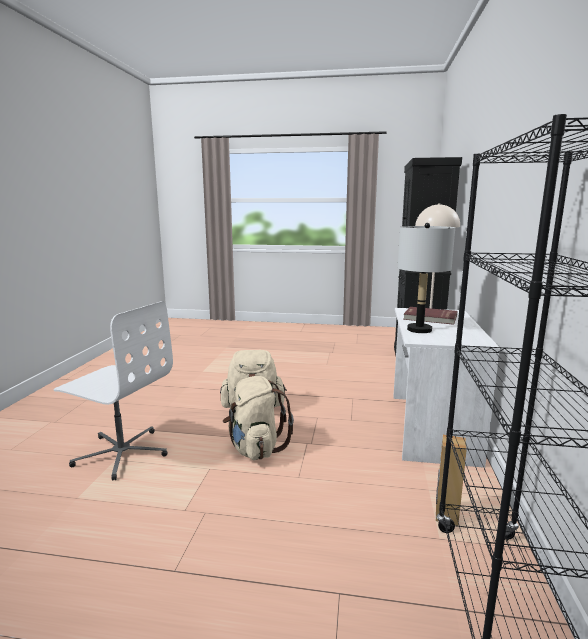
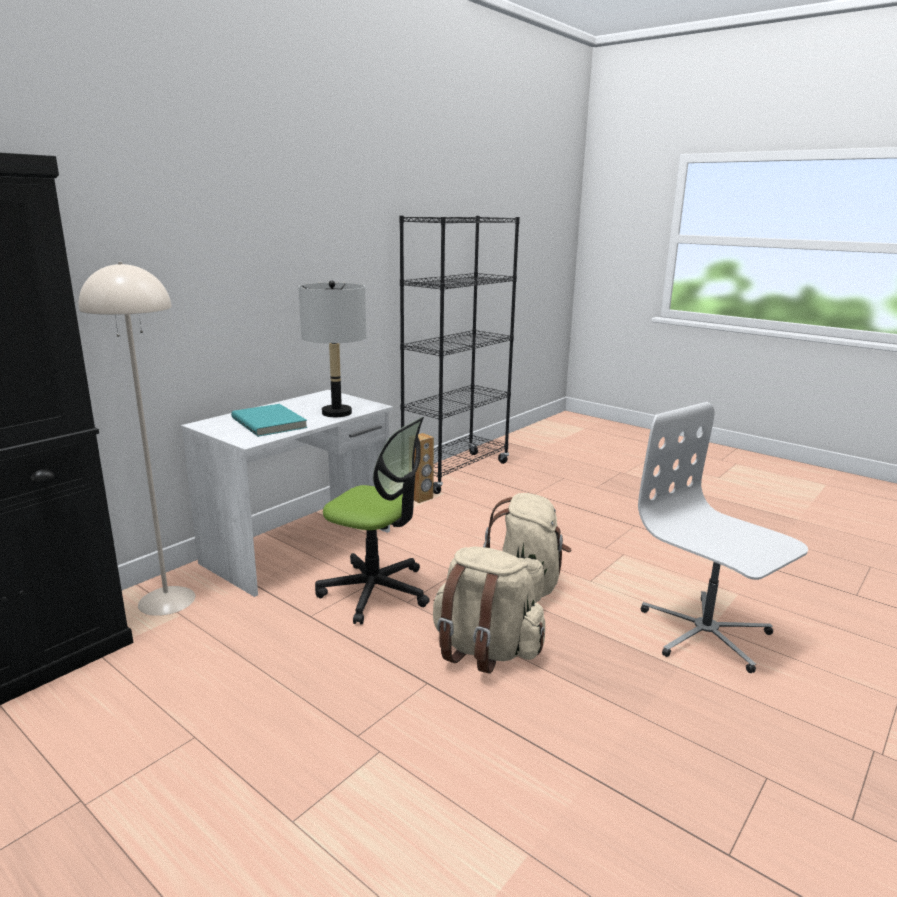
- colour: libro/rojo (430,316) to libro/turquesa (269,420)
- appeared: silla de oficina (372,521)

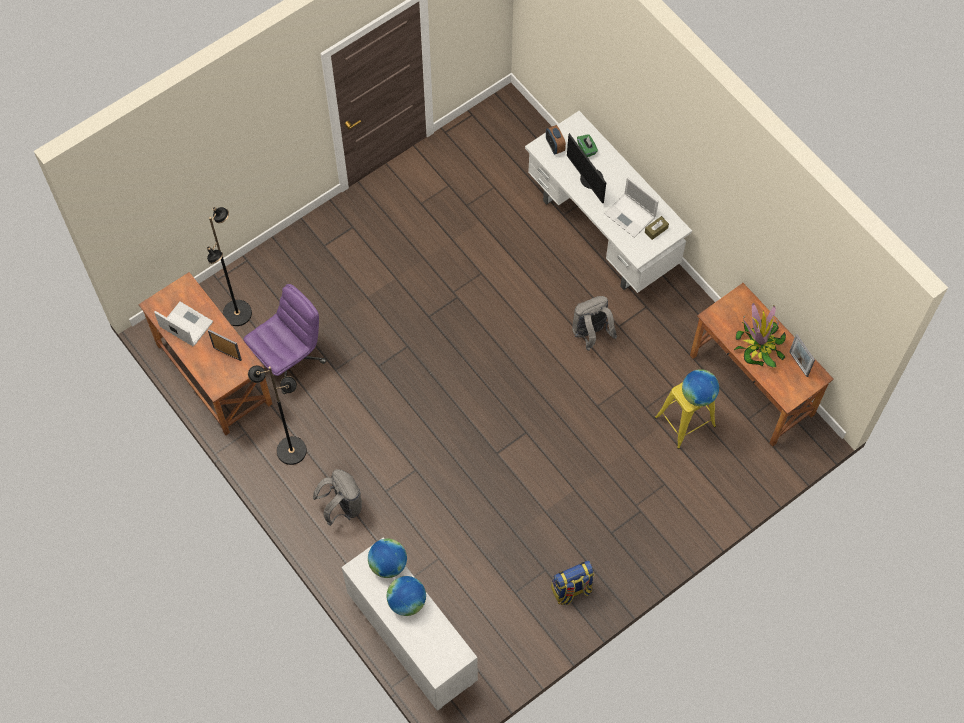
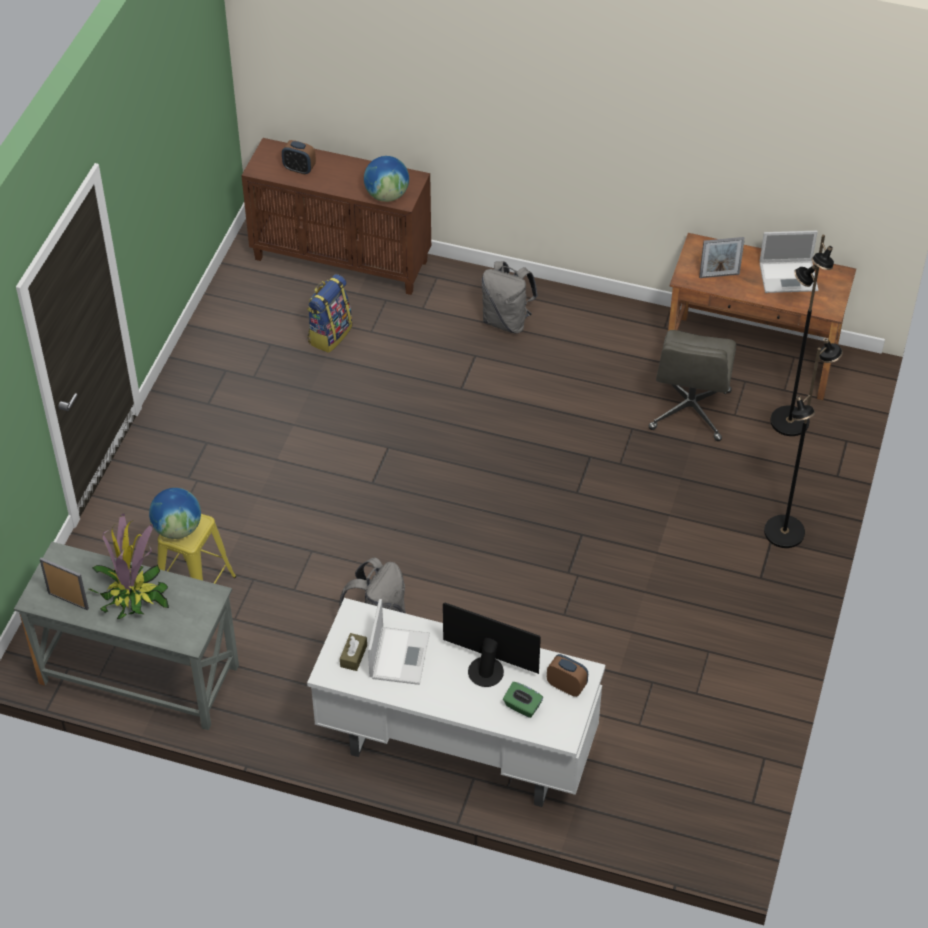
- spun: portátil (631,207) = (399,642) 90 degrees clockwise
- colour: escritorio/marrón (762,365) to escritorio/gris (126,636)
- colour: silla de oficina/morado (284,339) to silla de oficina/gris (692,385)
- relocated: lámpara de pie/negro (277,415) to (803,443)
- colour: armario/blanco (410,624) to armario/marrón (336,216)
- relocated: mochila (572,582) to (329,313)
- missing: globo terráqueo (406,596)
- appeared: despertador (299,157)

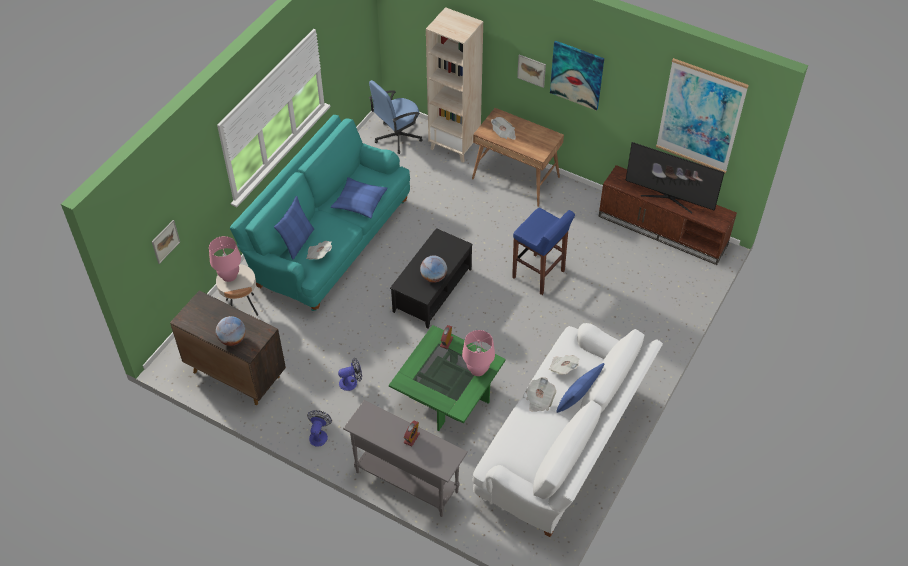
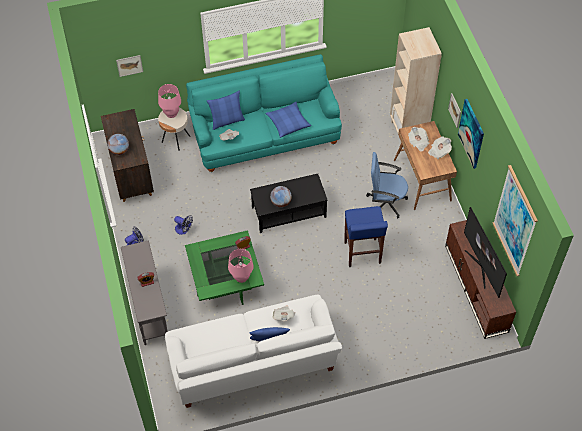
- relocated: silla de oficina/azul (396,117) to (387,185)
- relocated: periódico (541,394) to (440,147)

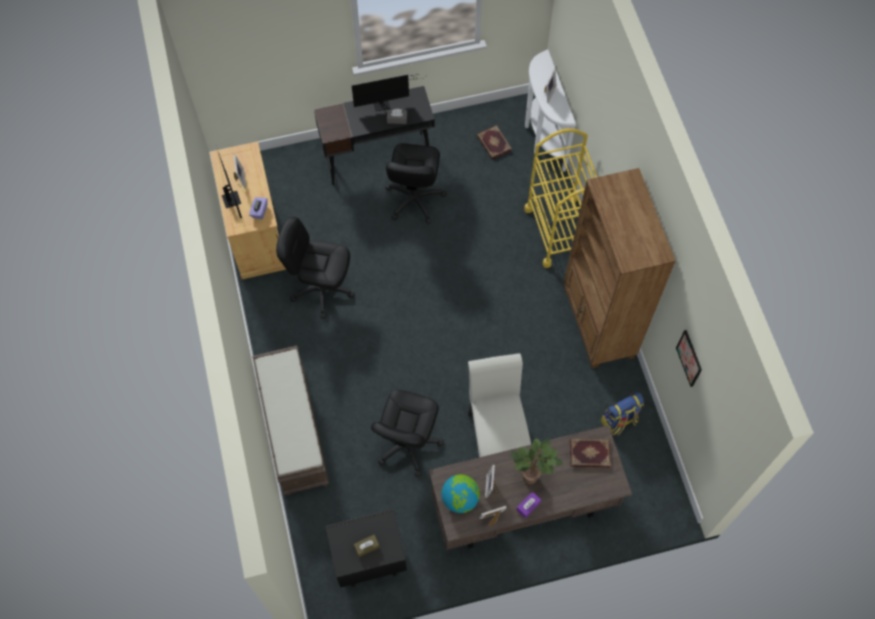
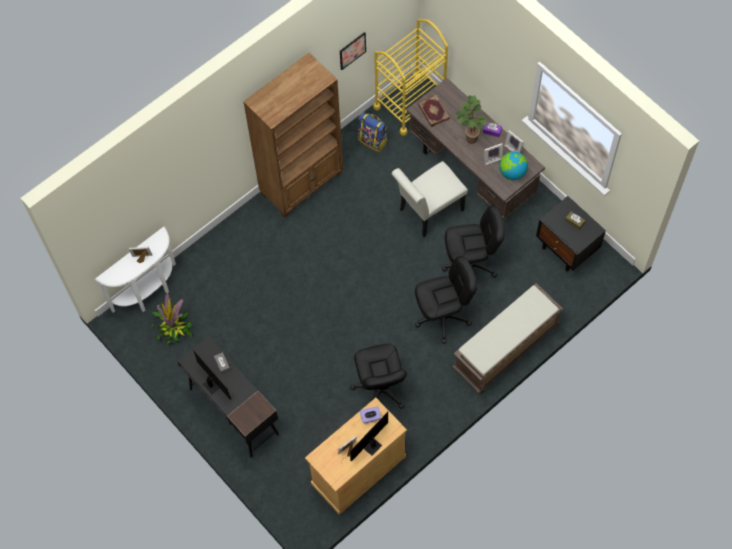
- exchanged: libro (494,142) to planta en maceta (171,319)
- relocated: carrito/amarillo (560,198) to (410,77)
- relocated: silla de oficina/negro (416,183) to (446,300)

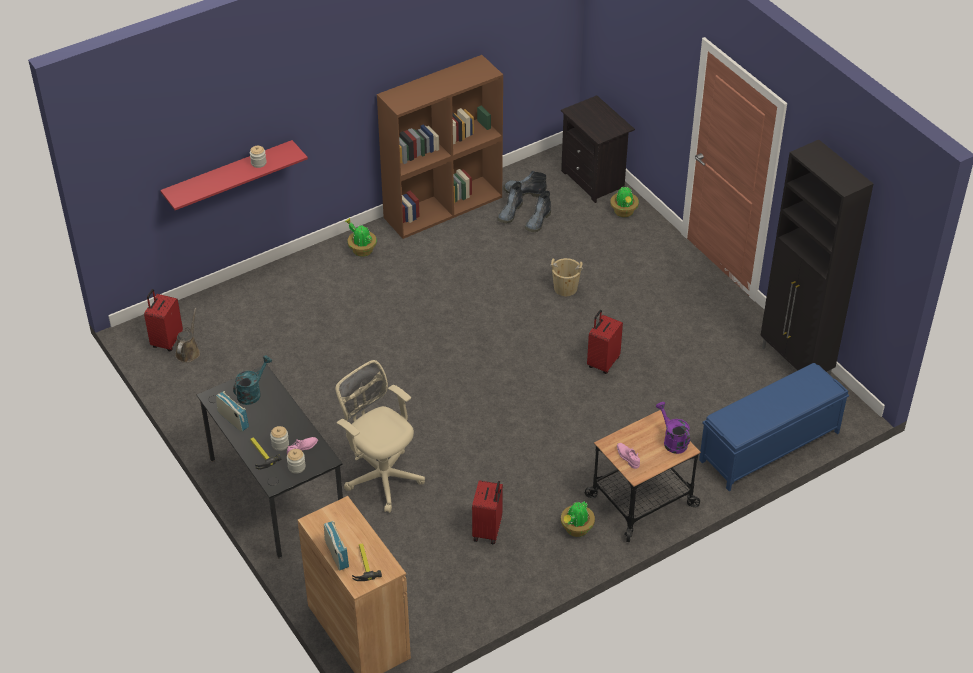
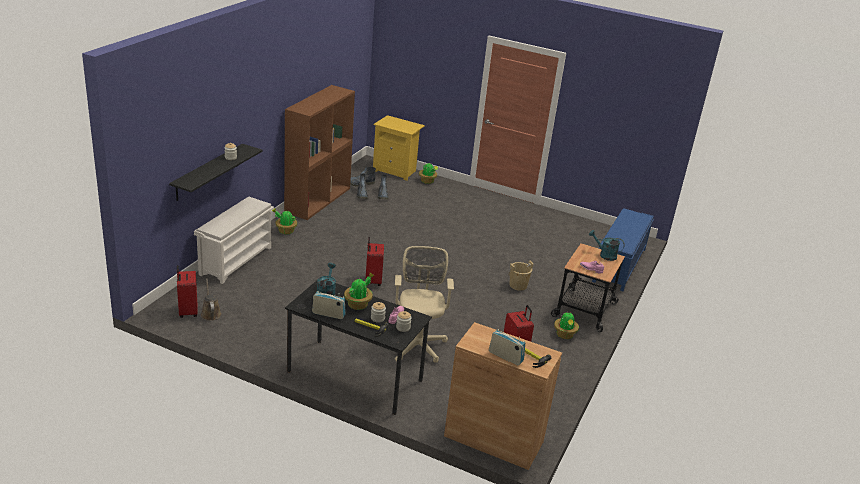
- colour: mesita de noche/negro (598,149) to mesita de noche/amarillo (399,148)
- colour: estante/rojo (234,175) to estante/negro (216,172)
- missing: armario/negro (816,257)
- relocated: cubo/beis (566,277) to (520,276)
- relocated: maleta/rojo (605,342) to (374,261)
- spun: silla de oficina/beis (380,436) = (424,304) 75 degrees clockwise
- colour: regadera/morado (673,428) to regadera/turquesa (607,245)
- appeared: zapatero/blanco (234,240)
- appeared: planta en maceta (359,291)

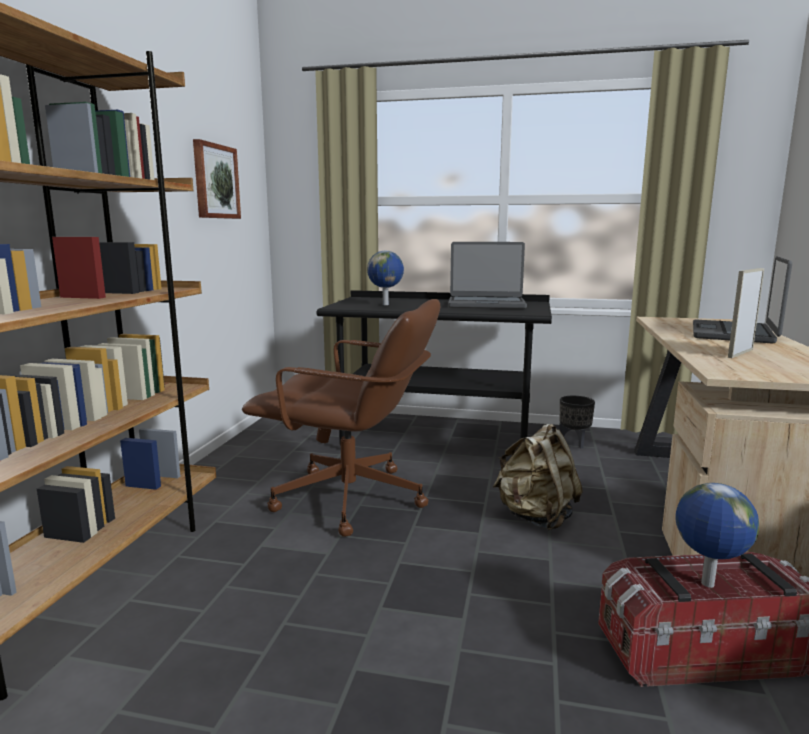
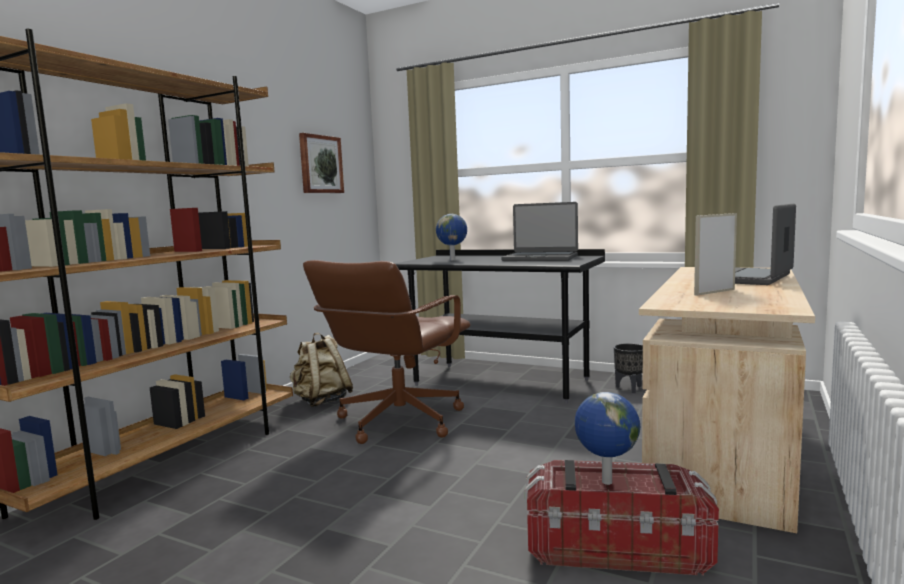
- spun: silla de oficina/marrón (341,418) = (387,352) 90 degrees clockwise
- relocated: mochila/beis (538,477) to (321,370)

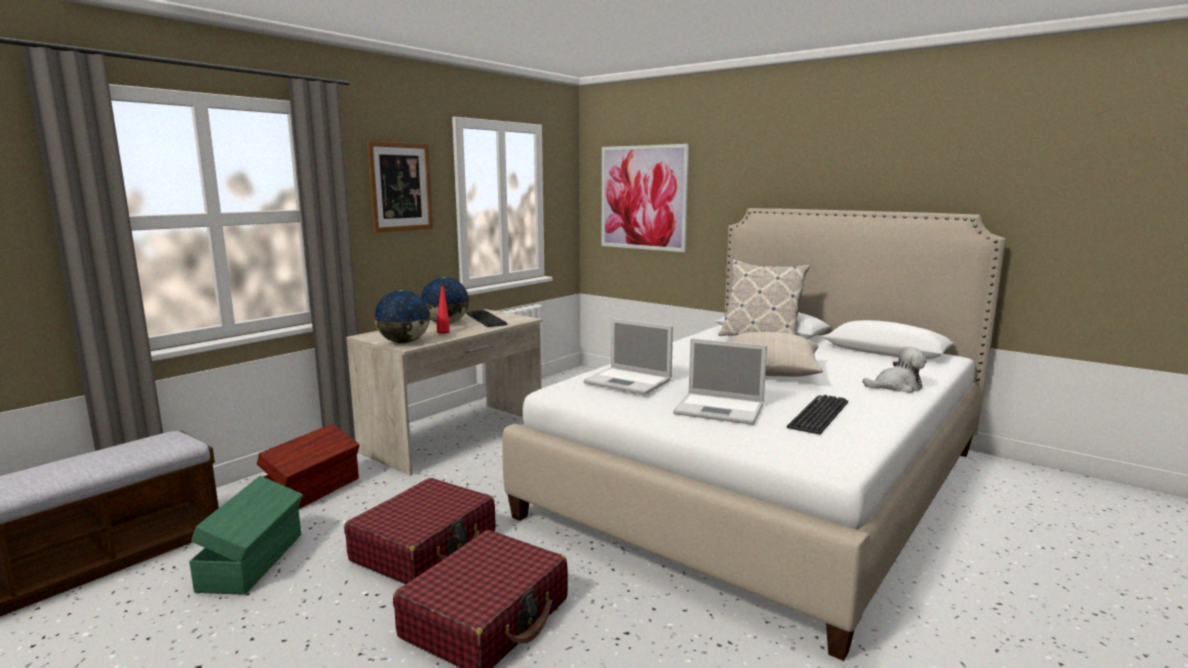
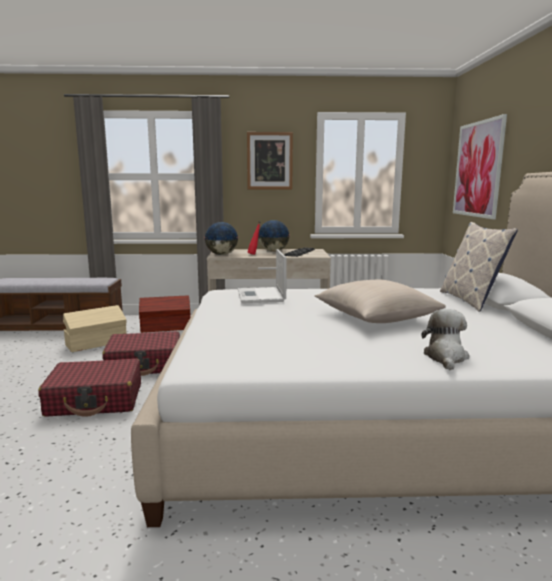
- missing: portátil (720,381)
- spun: peluche (895,370) = (445,339) 120 degrees counterclockwise
- missing: teclado (817,414)
- colour: caja de almacenaje/verde (246,535) to caja de almacenaje/beis (95,328)

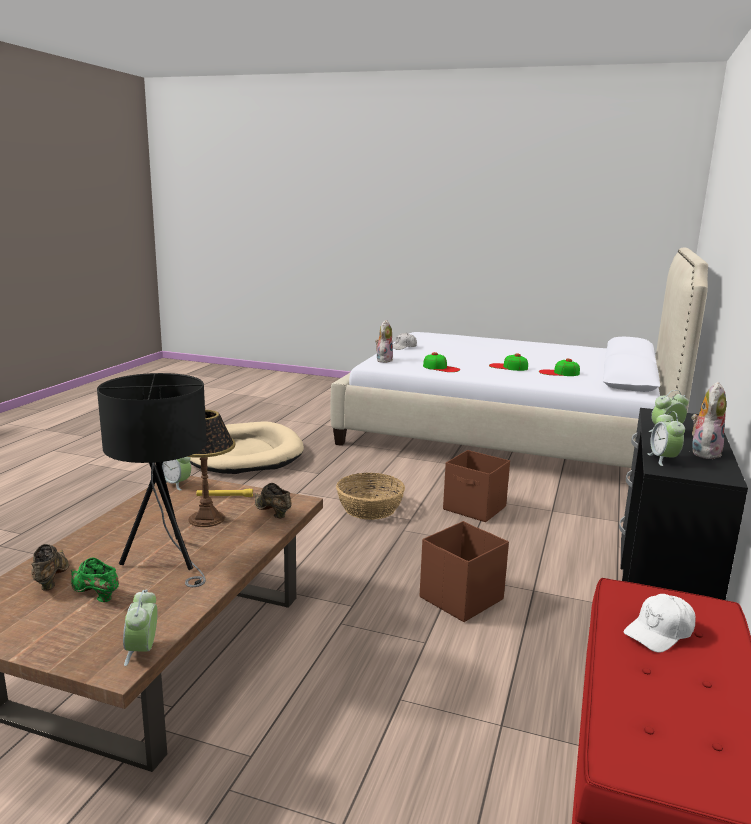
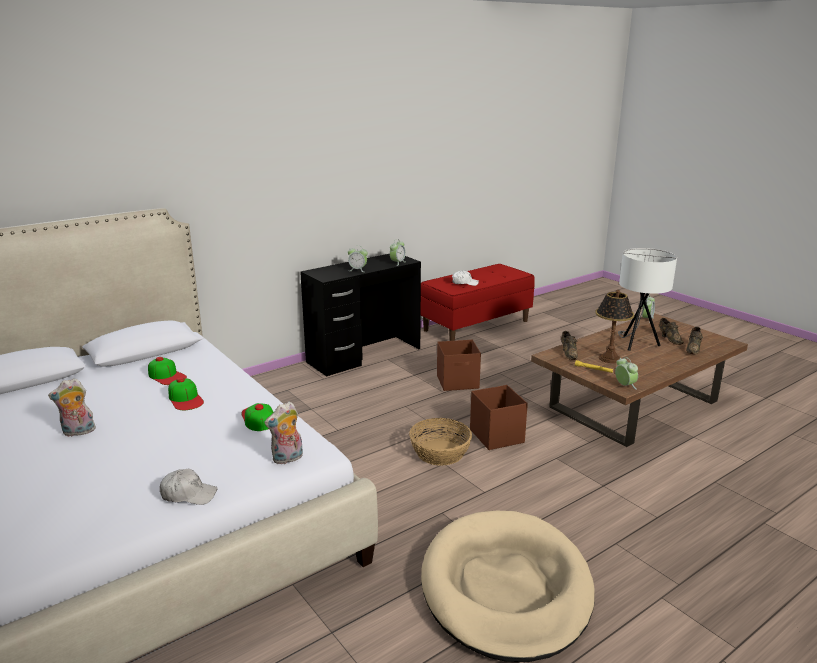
- colour: lámpara de mesa/negro (152,480) to lámpara de mesa/blanco (647,299)
- relocated: peluche (708,420) to (72,407)
- relocated: caja de almacenaje/marrón (476,486) to (499,417)
- colour: zapato/verde (95,580) to zapato/marrón (671,331)

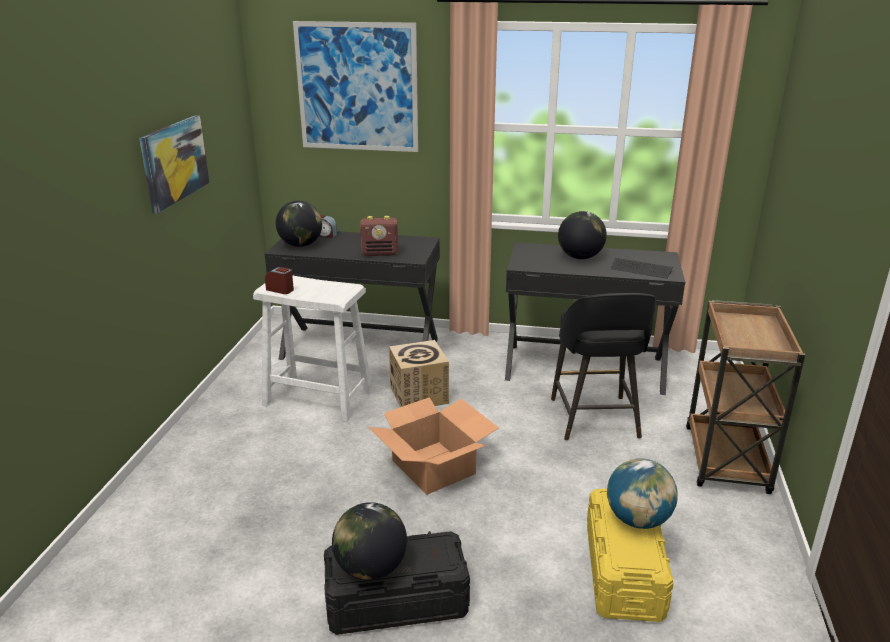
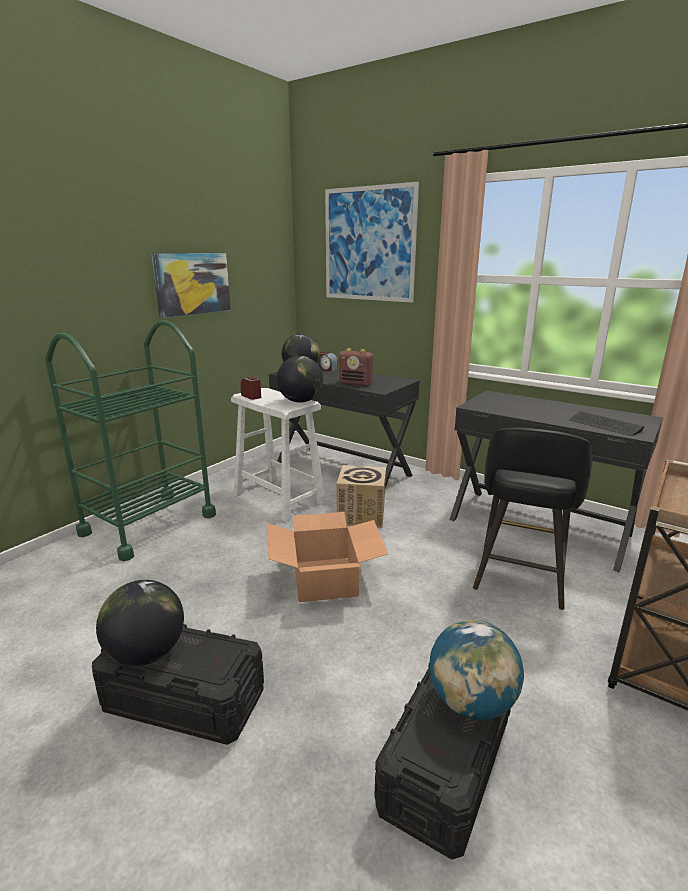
- relocated: globo terráqueo (582,235) to (300,379)
- colour: caja de almacenaje/amarillo (630,555) to caja de almacenaje/negro (442,761)
- appeared: carrito/verde (130,440)

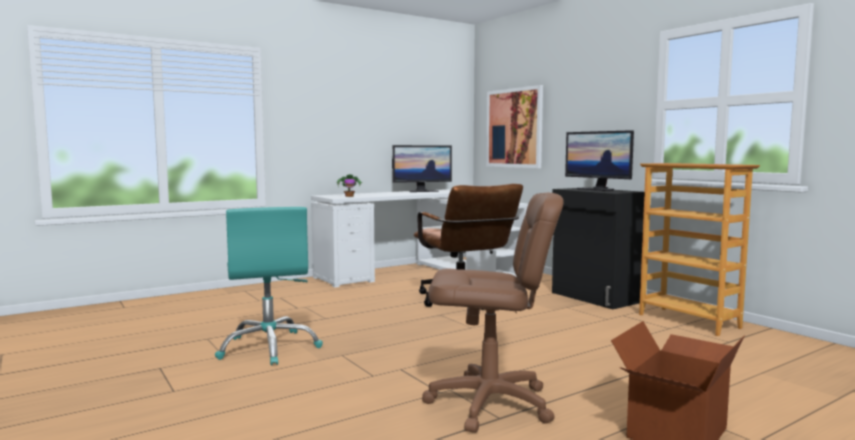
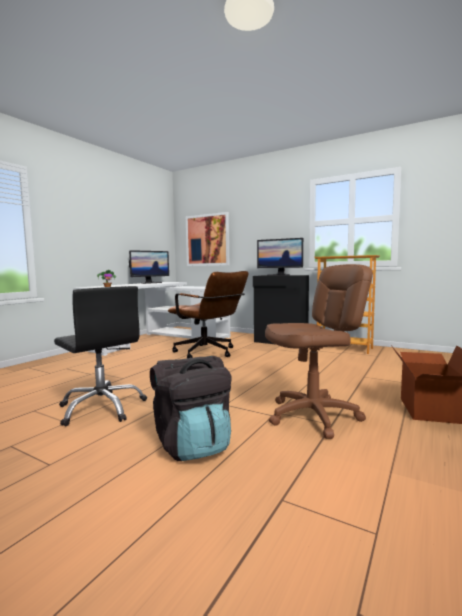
- colour: silla de oficina/turquesa (269,286) to silla de oficina/negro (100,356)
- appeared: mochila/negro (190,408)

